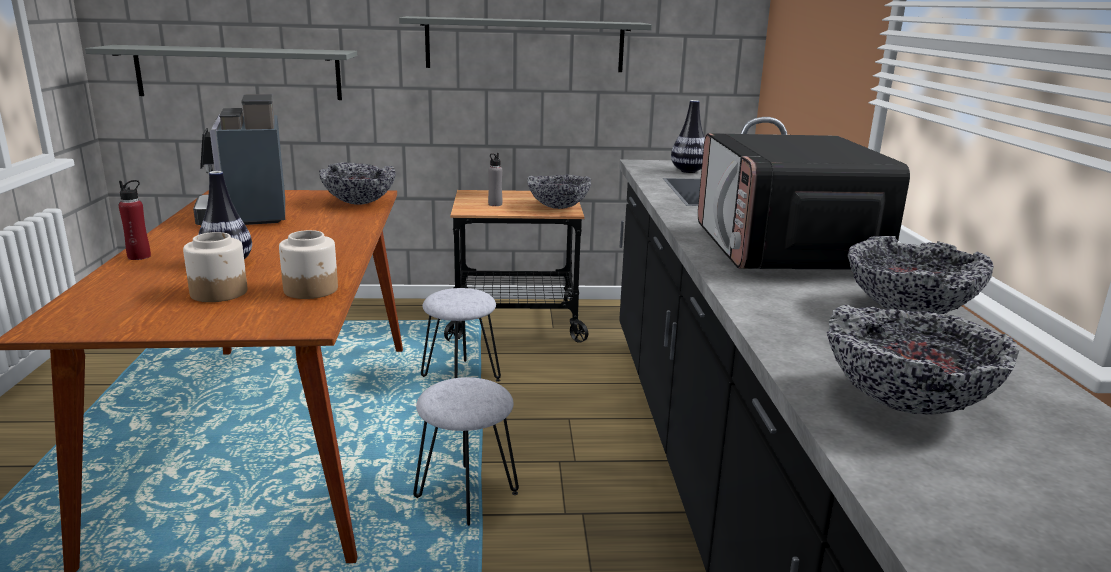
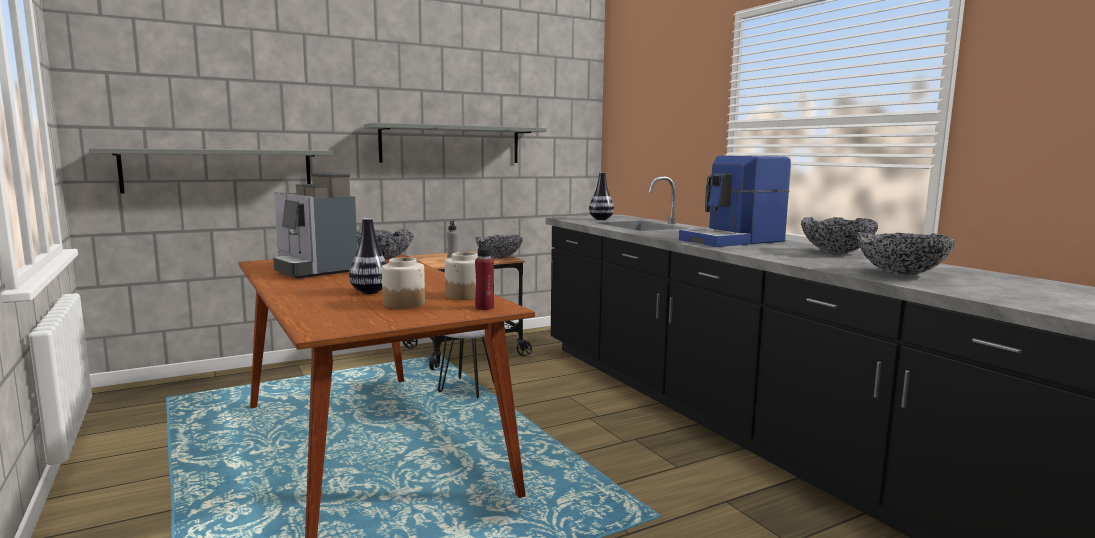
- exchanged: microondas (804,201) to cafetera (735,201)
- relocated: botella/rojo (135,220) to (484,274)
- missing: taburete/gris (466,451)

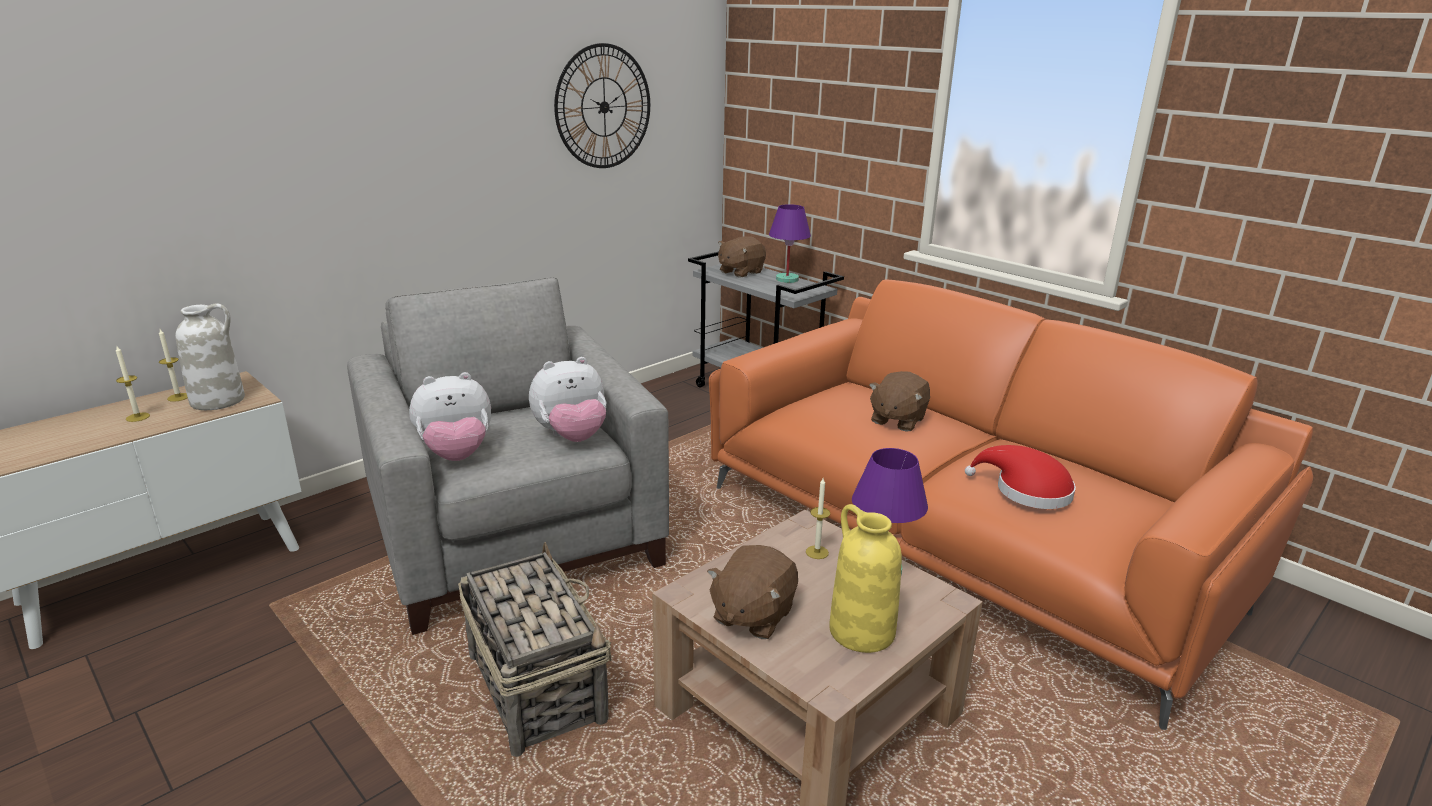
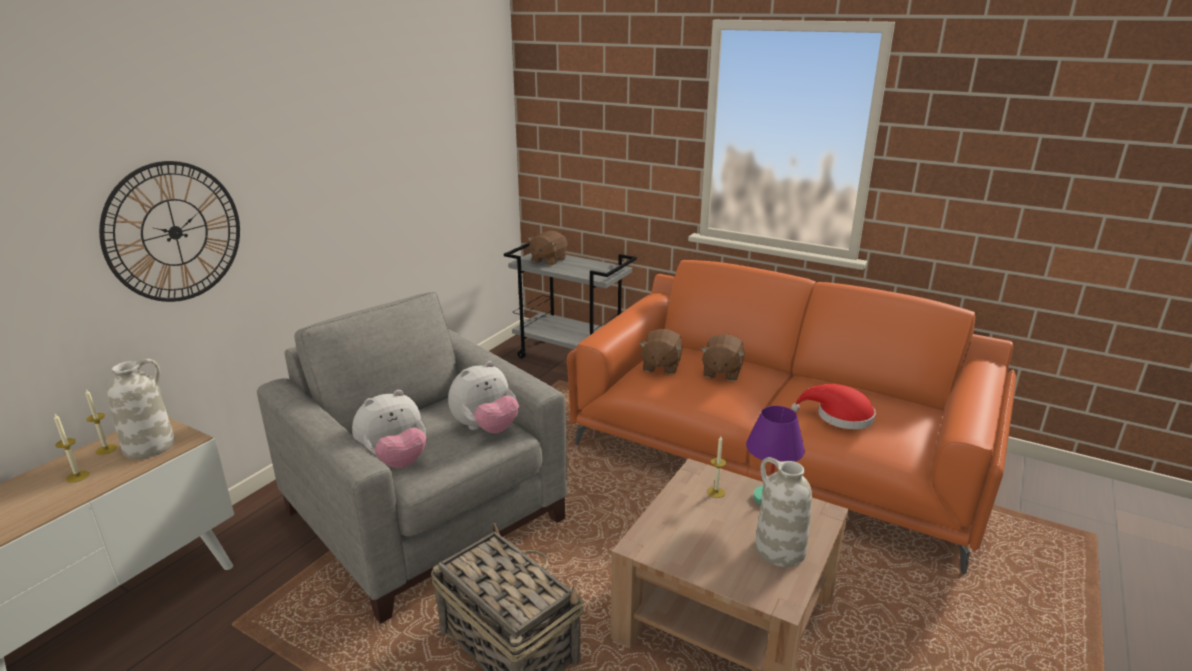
- relocated: reloj de pared (602,105) to (169,231)
- missing: lámpara de mesa/morado (790,243)
- colour: florero/amarillo (865,578) to florero/blanco (783,512)
- relocated: peluche/marrón (752,592) to (661,352)

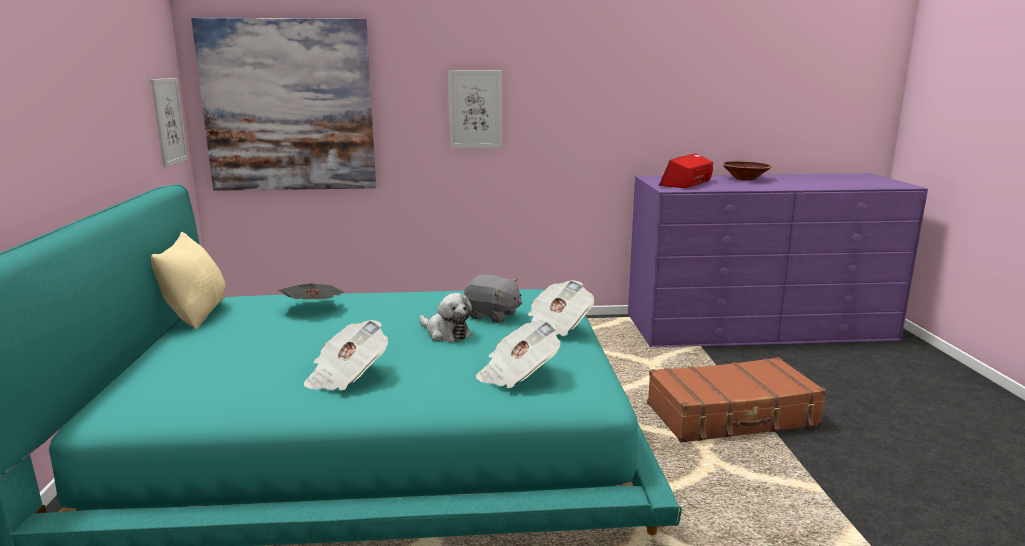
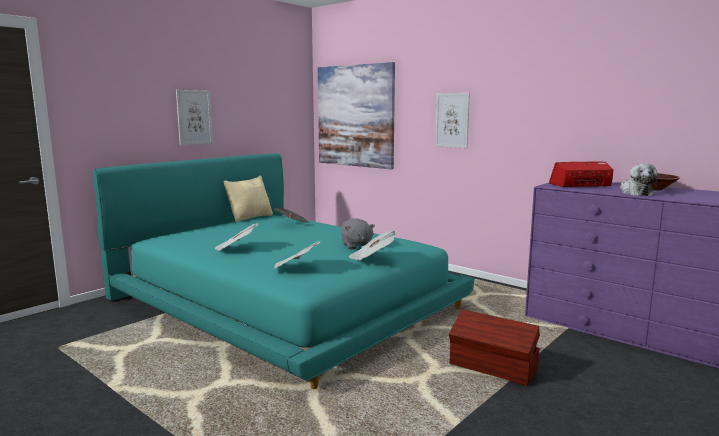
- relocated: cuadro (169,123) to (194,117)
- relocated: peluche (445,317) to (639,179)
- exchanged: maleta/marrón (737,400) to caja de almacenaje/marrón (494,347)

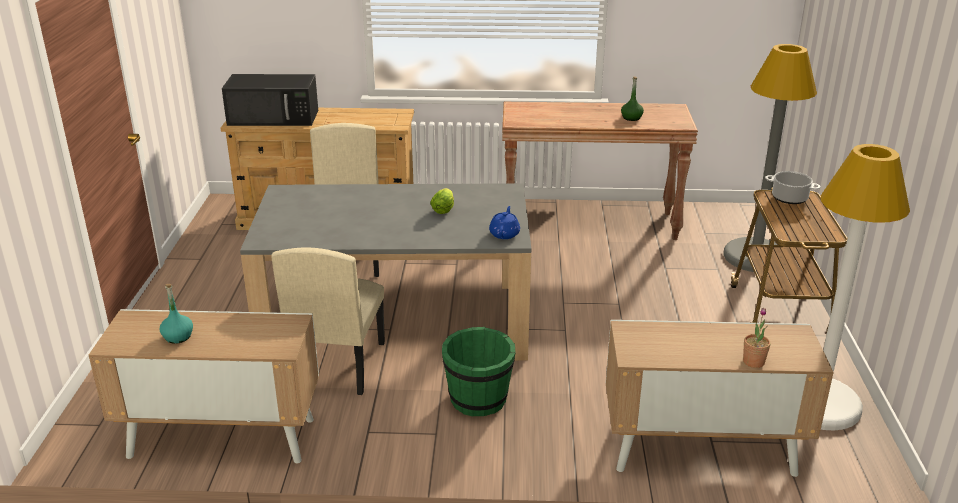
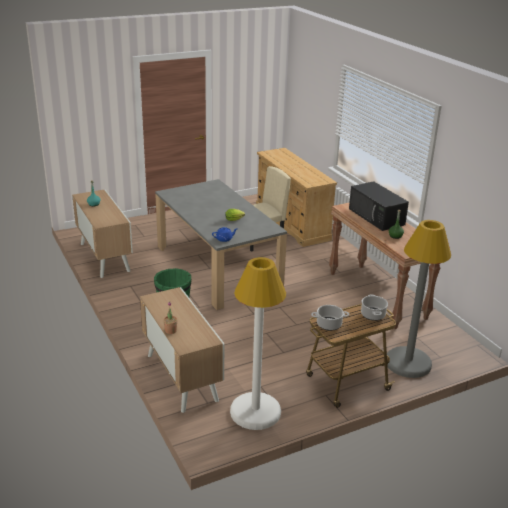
- relocated: microondas/negro (270,100) to (379,206)
- missing: silla/beis (328,321)
- appeared: olla (330,318)

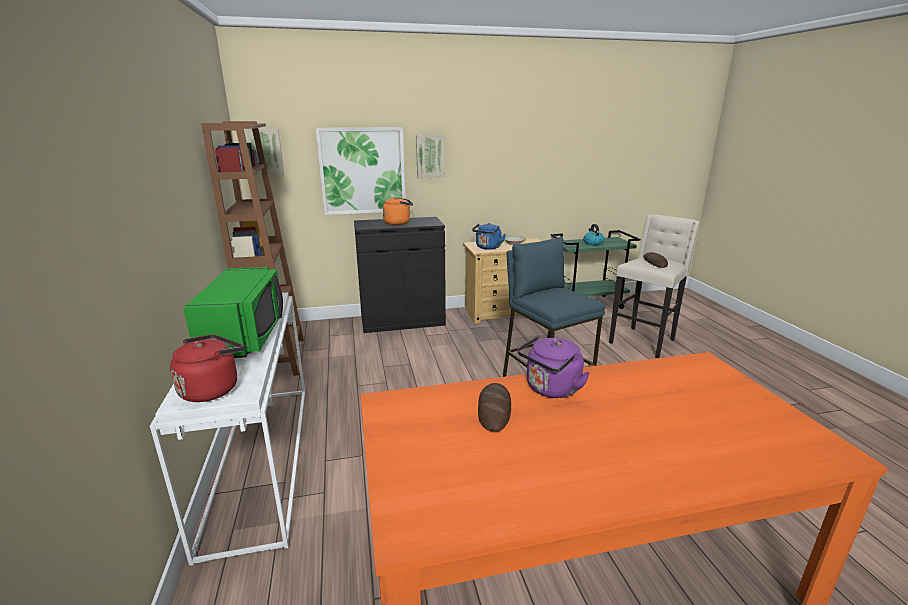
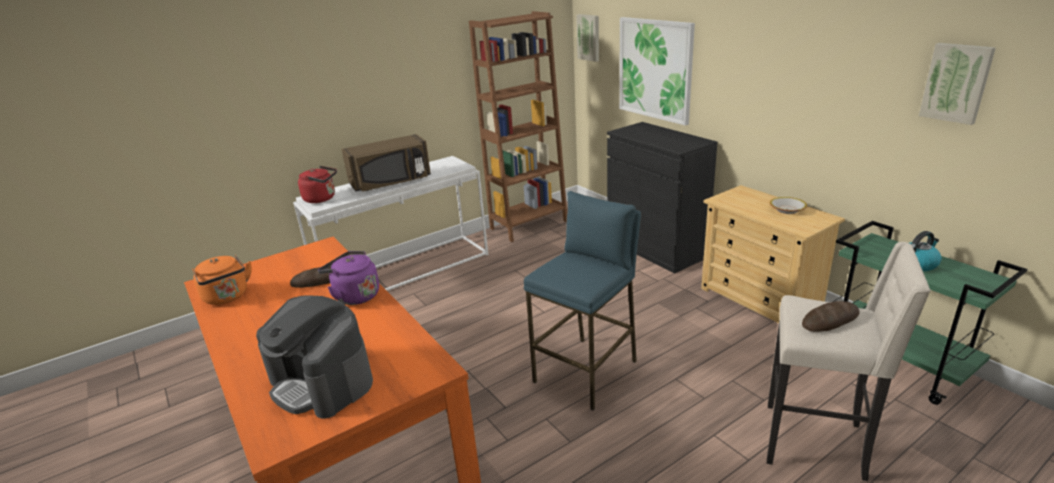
- relocated: cuadro (430,157) to (957,84)
- relocated: hervidor/naranja (398,211) to (222,279)
- missing: hervidor/azul (489,236)
- colour: microondas/verde (233,312) to microondas/marrón (386,163)
- appeared: cafetera (314,356)

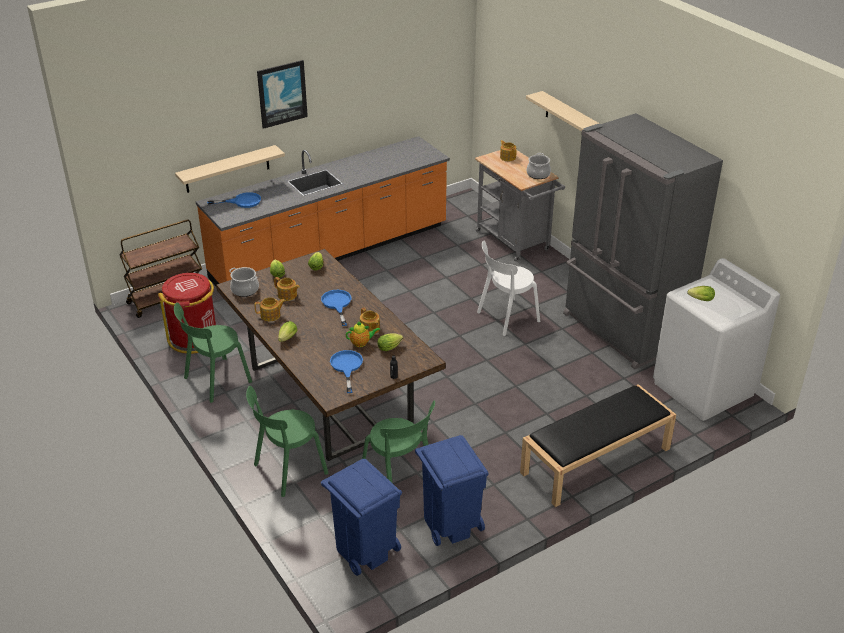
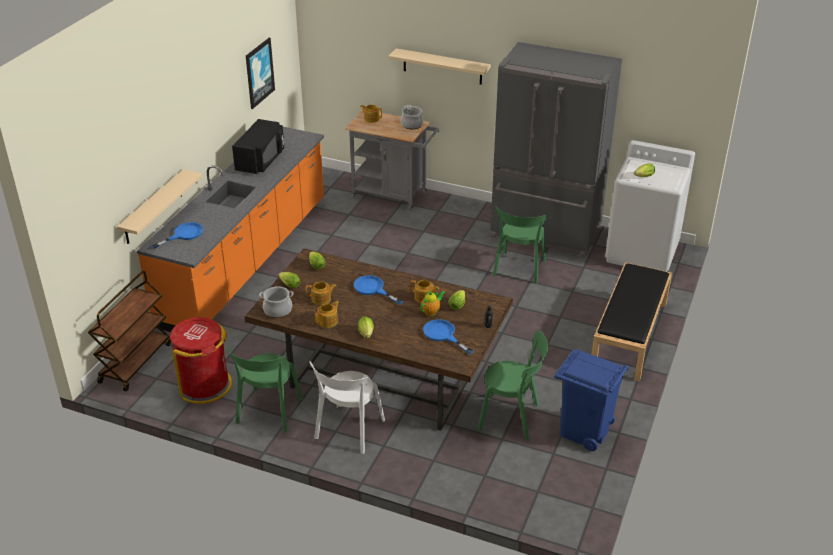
- relocated: cuadro (282,94) to (260,73)
- relocated: silla/blanco (508,288) to (347,407)
- relocated: silla/verde (287,441) to (520,245)
- missing: papelera/azul (361,517)
- appeared: microondas/negro (258,146)

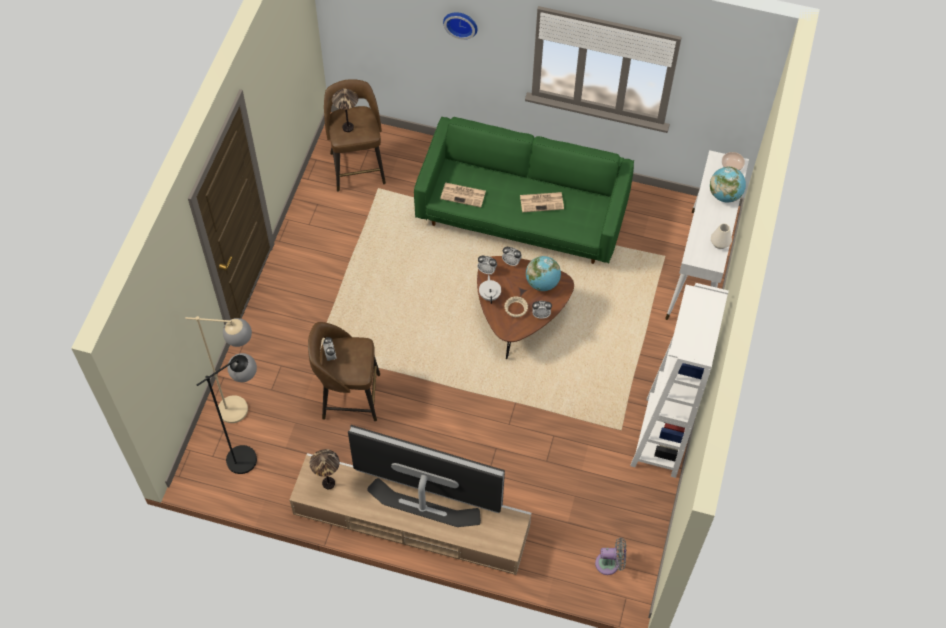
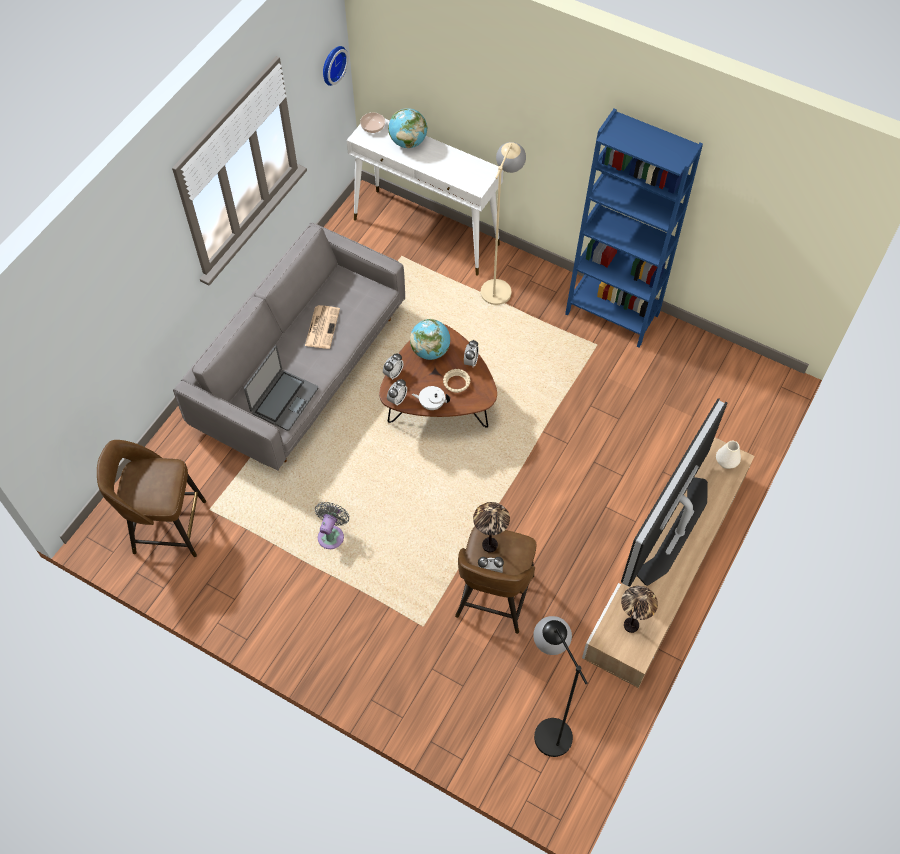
- relocated: reloj de pared (460,26) to (336,66)
- relocated: lámpara de mesa (345,110) to (491,527)
- colour: sofá/verde (524,190) to sofá/gris (289,347)
- exchanged: periódico (463,195) to portátil (281,388)
- relocated: florero/blanco (721,236) to (728,455)
- colour: estantería/blanco (679,380) to estantería/azul (634,227)
- relocated: lámpara de pie/beis (218,369) to (503,223)
- relocated: ventilador/gris (610,556) to (332,525)

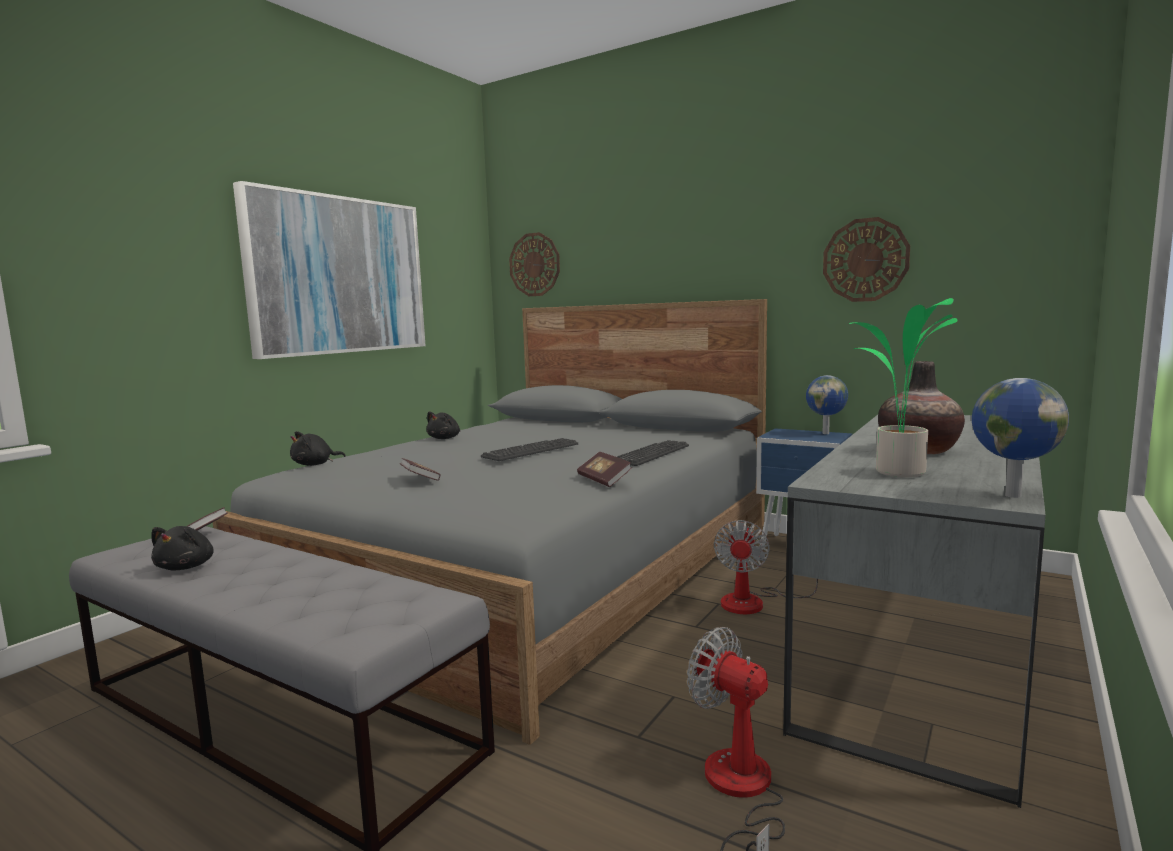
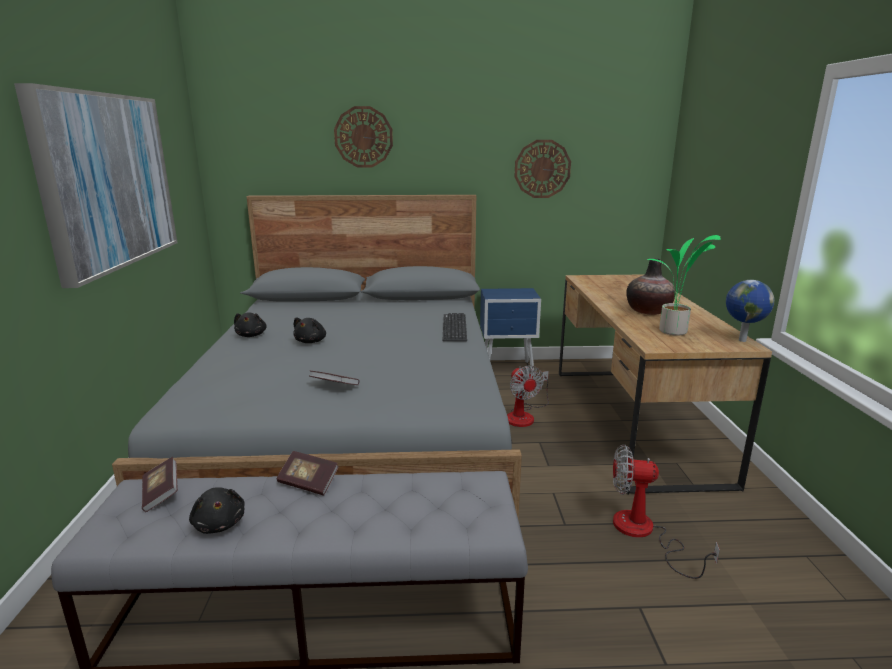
- relocated: reloj de pared (534,264) to (363,136)
- missing: globo terráqueo (827,404)
- colour: escritorio/gris (914,611) to escritorio/marrón (665,384)
- relocated: peluche/negro (317,448) to (309,330)
- missing: teclado (529,449)
- relocated: libro (604,469) to (307,473)

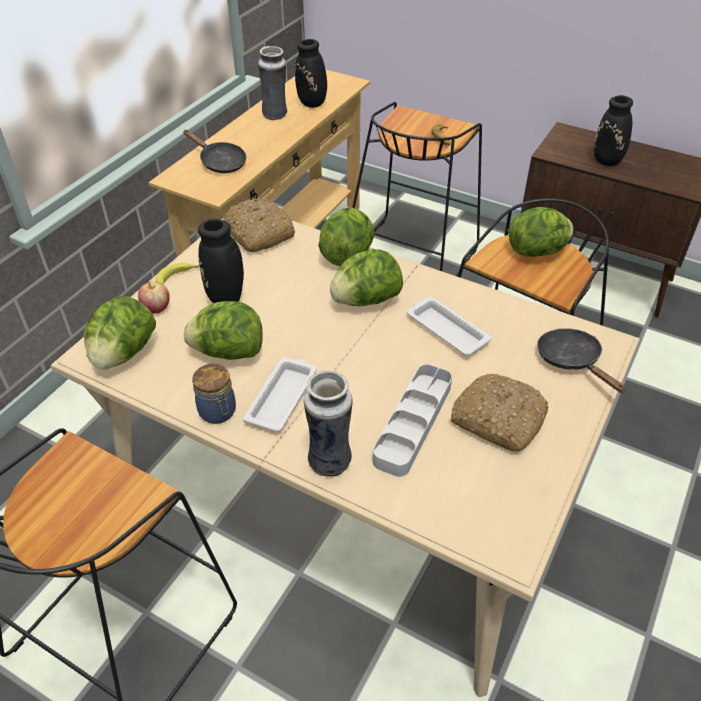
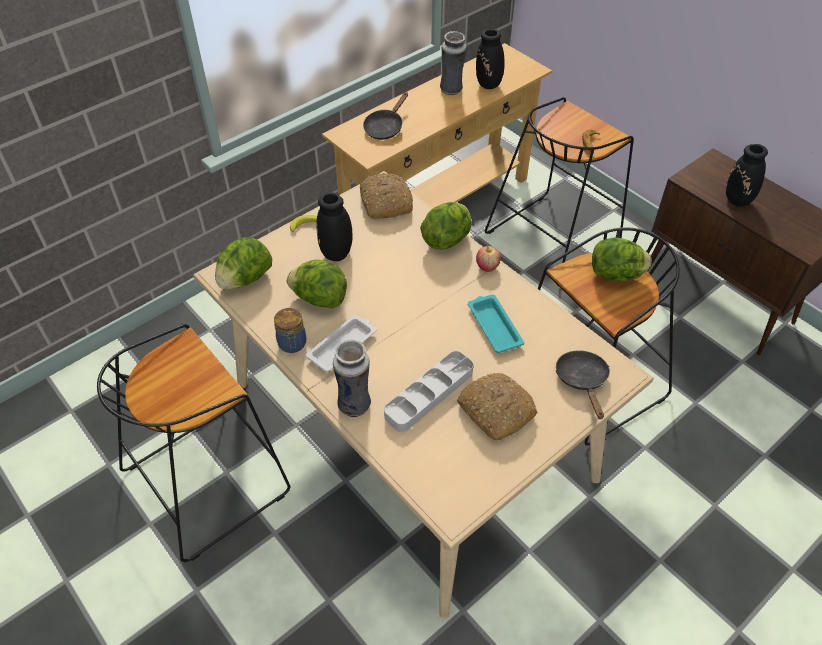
- spun: sartén/negro (214,151) = (385,116) 60 degrees clockwise
- missing: lechuga (366,277)
- relocated: manzana (154,297) to (488,259)
- colour: bandeja/blanco (449,326) to bandeja/turquesa (496,323)

